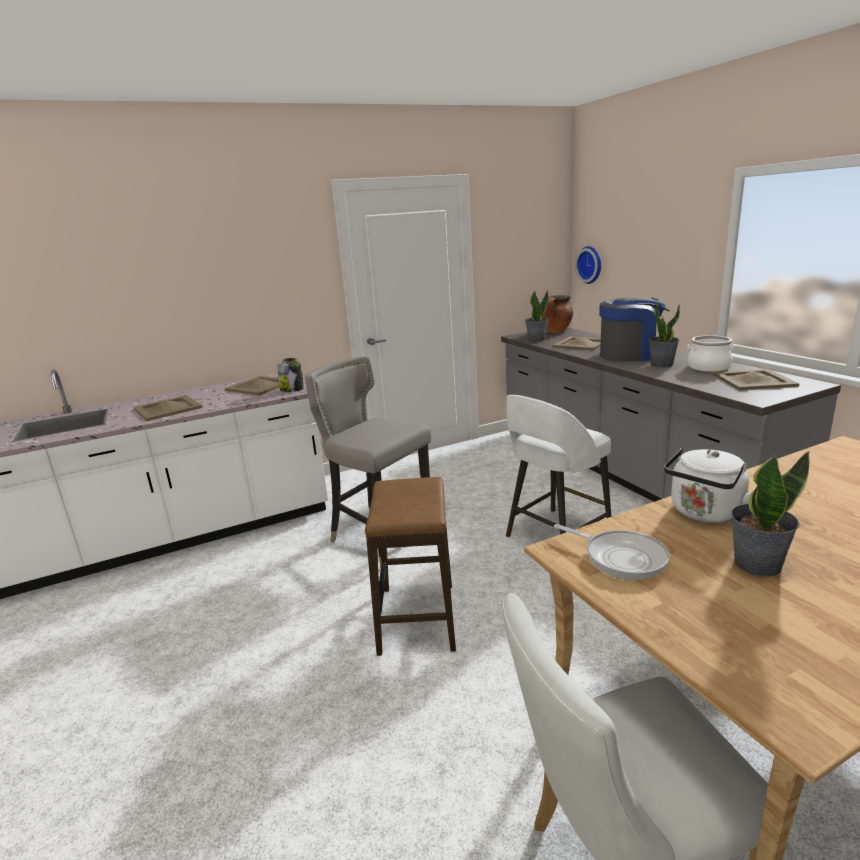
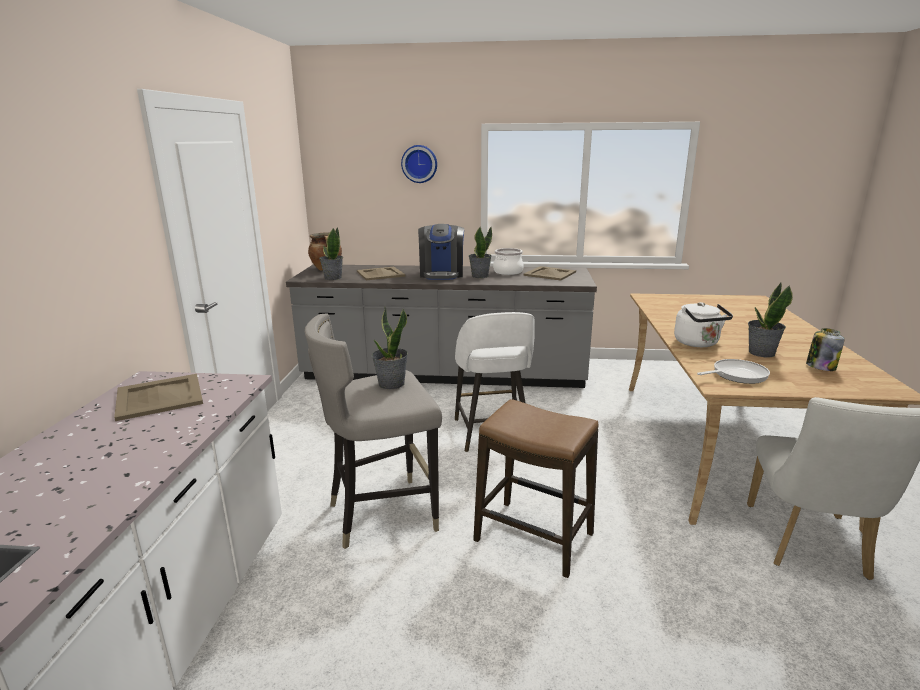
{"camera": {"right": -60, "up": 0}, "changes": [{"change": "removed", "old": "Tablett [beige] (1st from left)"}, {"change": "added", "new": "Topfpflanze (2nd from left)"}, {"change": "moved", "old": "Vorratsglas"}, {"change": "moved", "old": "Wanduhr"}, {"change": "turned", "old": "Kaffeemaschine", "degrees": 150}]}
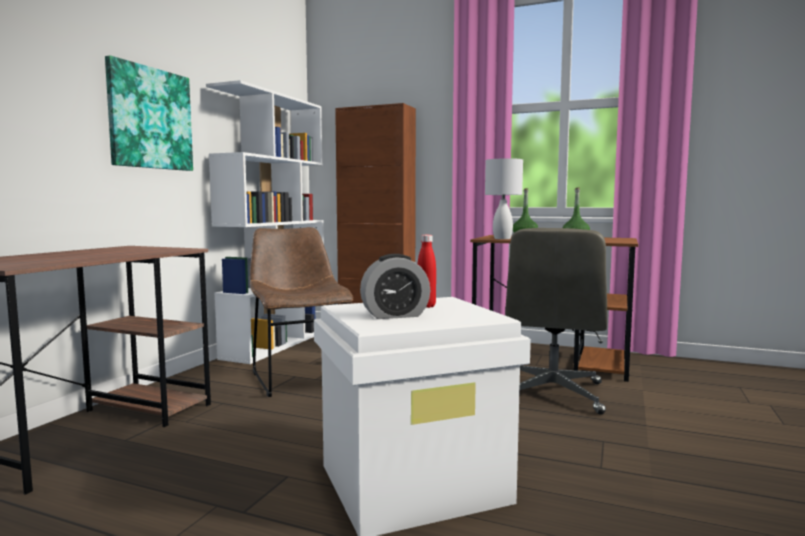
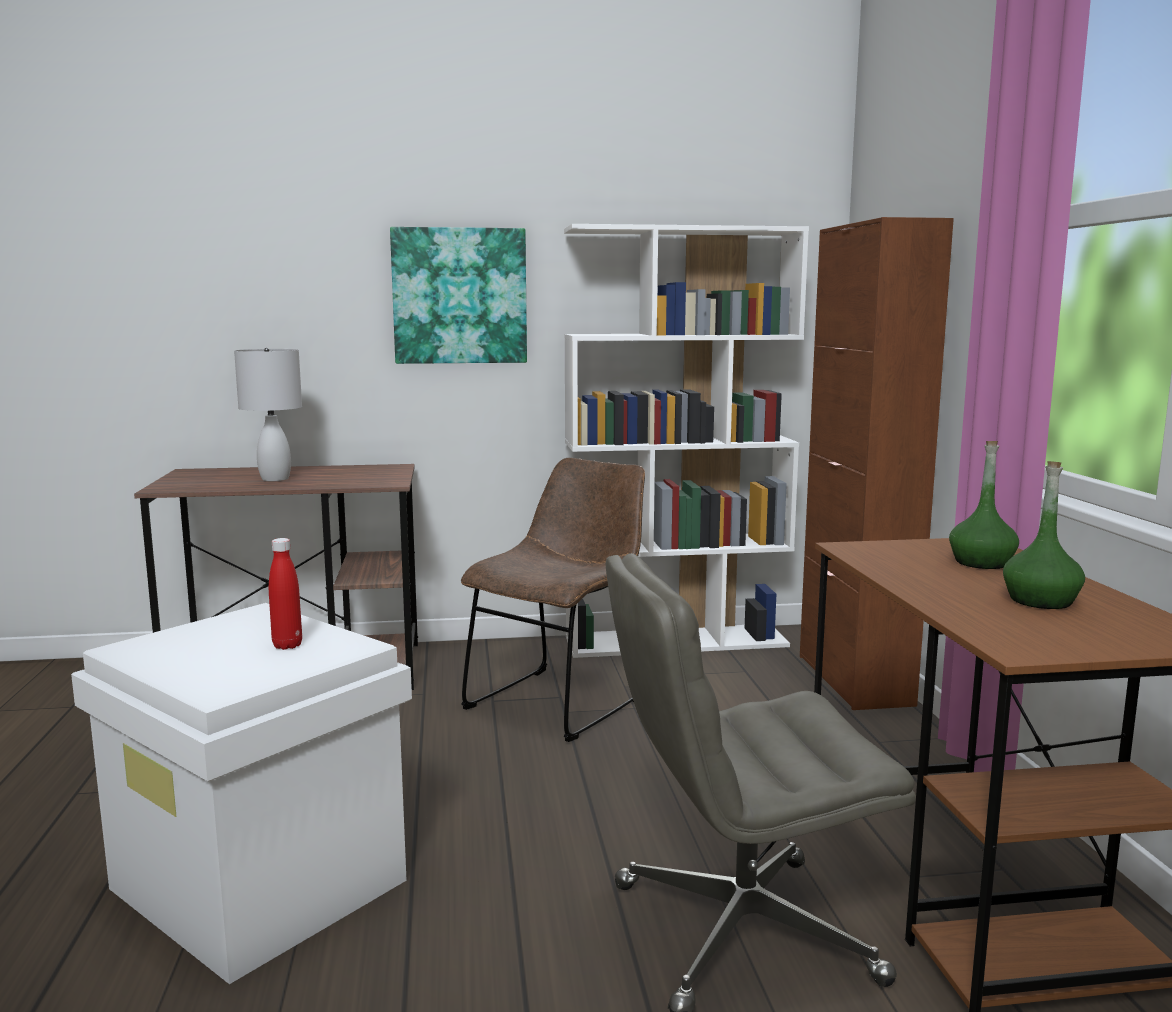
{"camera": {"right": 60, "up": 5}, "changes": [{"change": "removed", "old": "Wecker"}, {"change": "moved", "old": "Tischlampe [weiß]"}]}
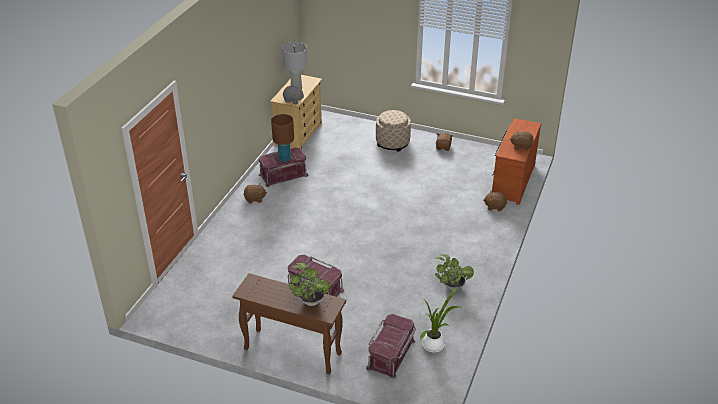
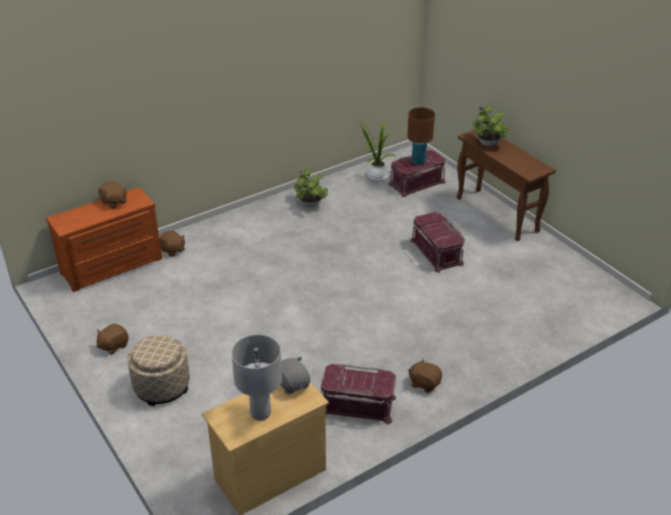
{"camera": {"right": -145, "up": 0}, "changes": [{"change": "moved", "old": "Tischlampe [braun]"}]}
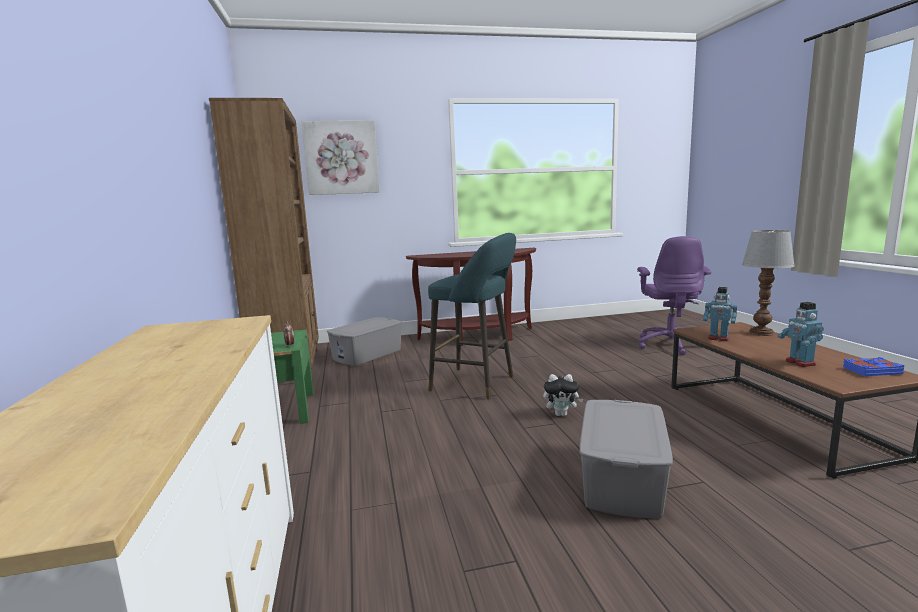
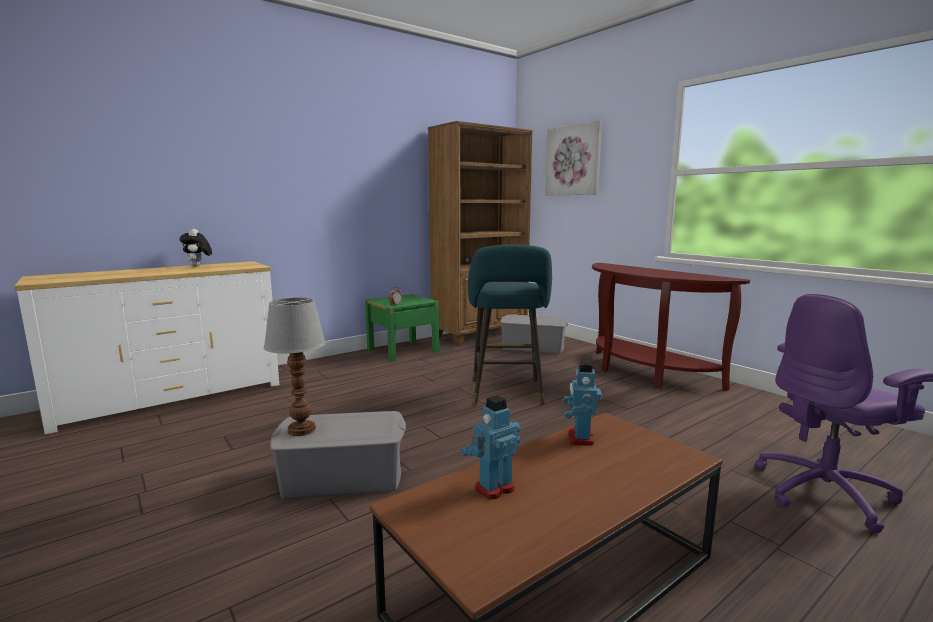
{"camera": {"right": 65, "up": 0}, "changes": [{"change": "removed", "old": "Buch [blau]"}, {"change": "moved", "old": "Plüschtier"}, {"change": "moved", "old": "Tischlampe"}]}
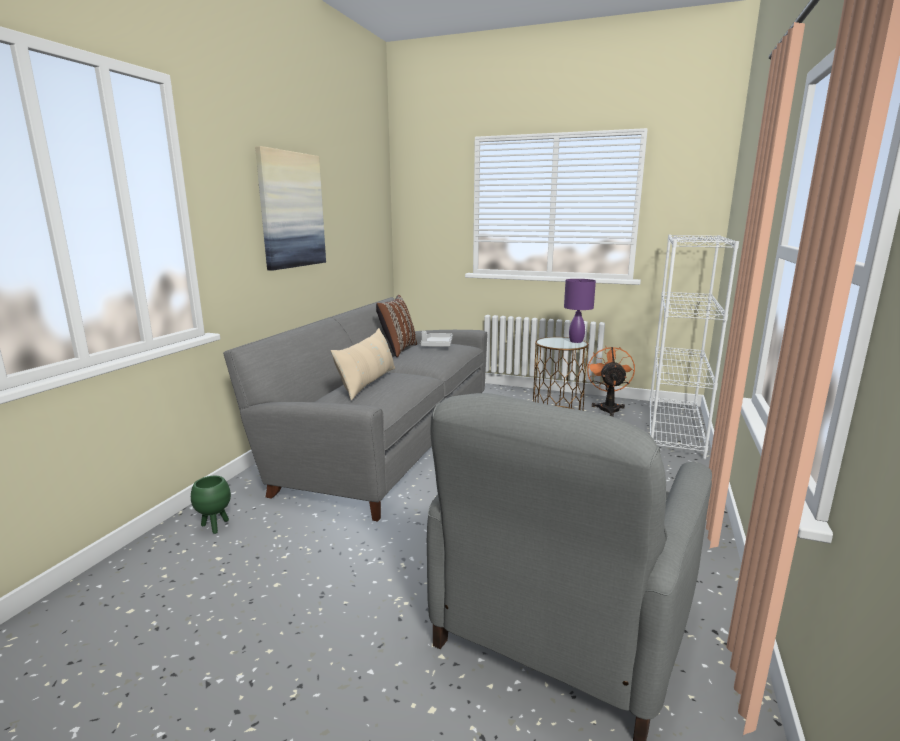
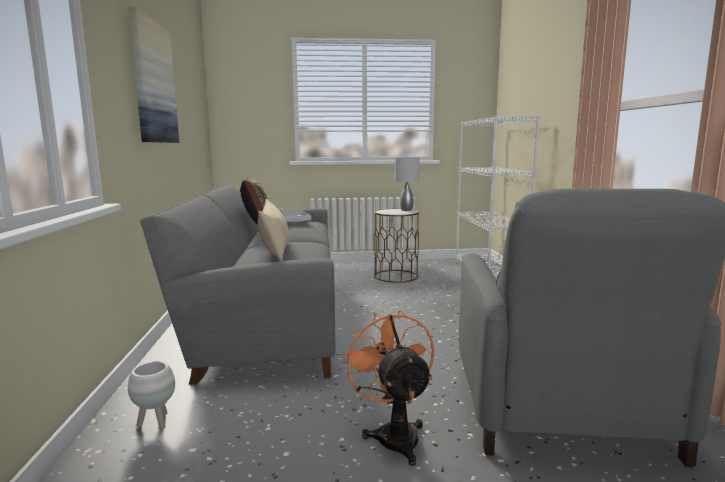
{"camera": {"right": -25, "up": -5}, "changes": [{"change": "moved", "old": "Ventilator [orange]"}, {"change": "recoloured", "old": "Pflanzkübel [grün]", "new": "Pflanzkübel [weiß]"}, {"change": "recoloured", "old": "Tischlampe [lila]", "new": "Tischlampe [grau]"}]}
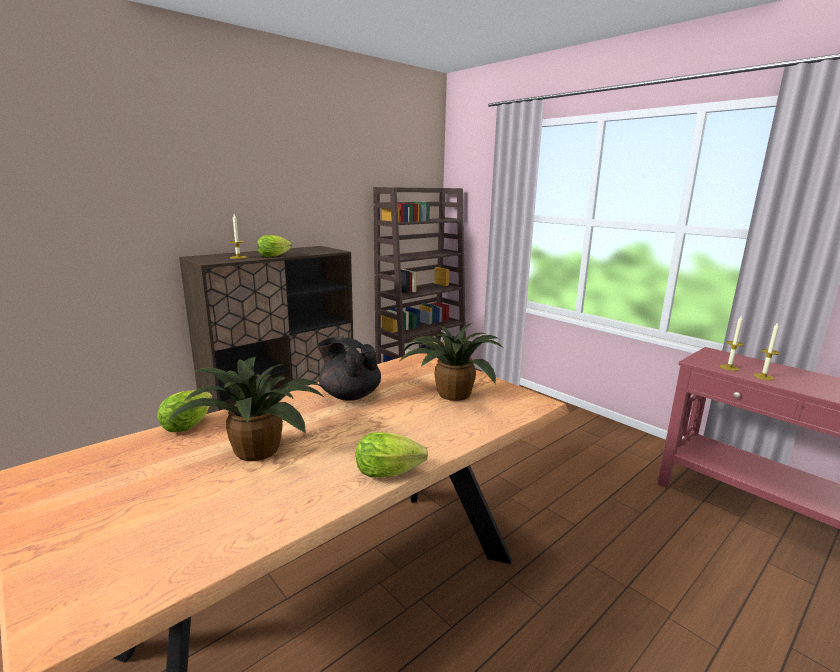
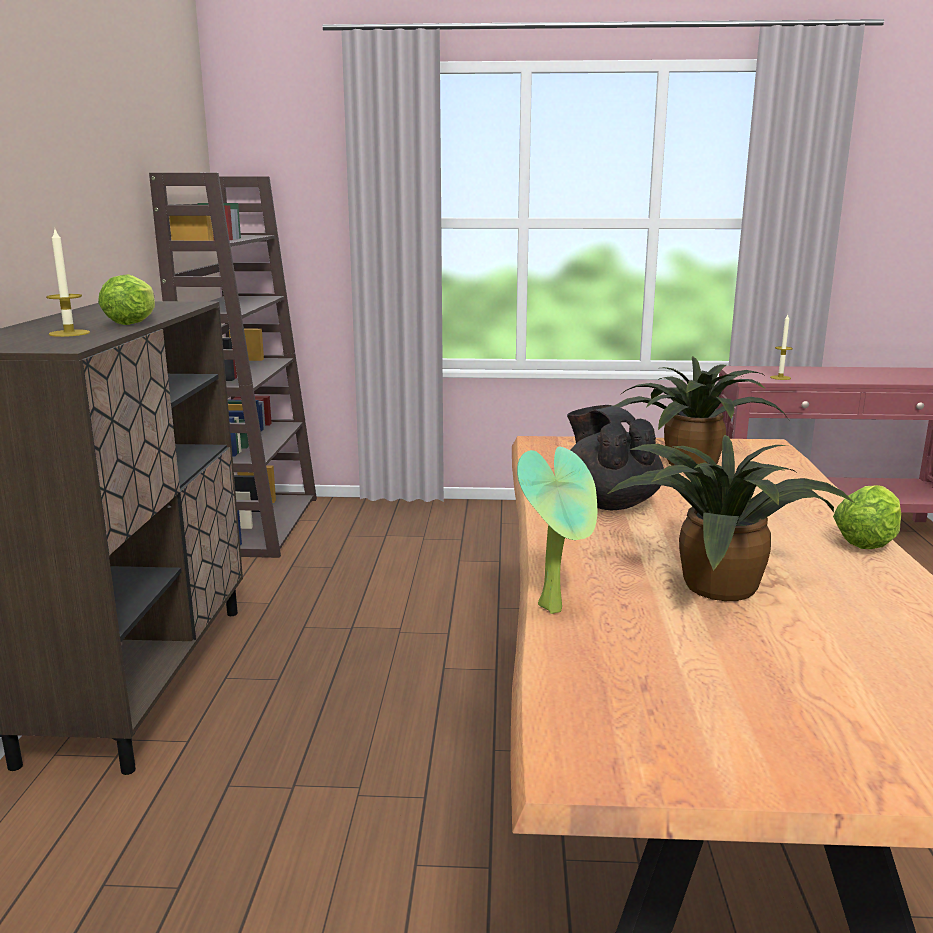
{"camera": {"right": -45, "up": 0}, "changes": [{"change": "removed", "old": "Kerze (3rd from left)"}, {"change": "replaced", "old": "Salatkopf (1st from left)", "new": "Topfpflanze (1st from left)"}, {"change": "turned", "old": "Teekanne [schwarz]", "degrees": 75}]}
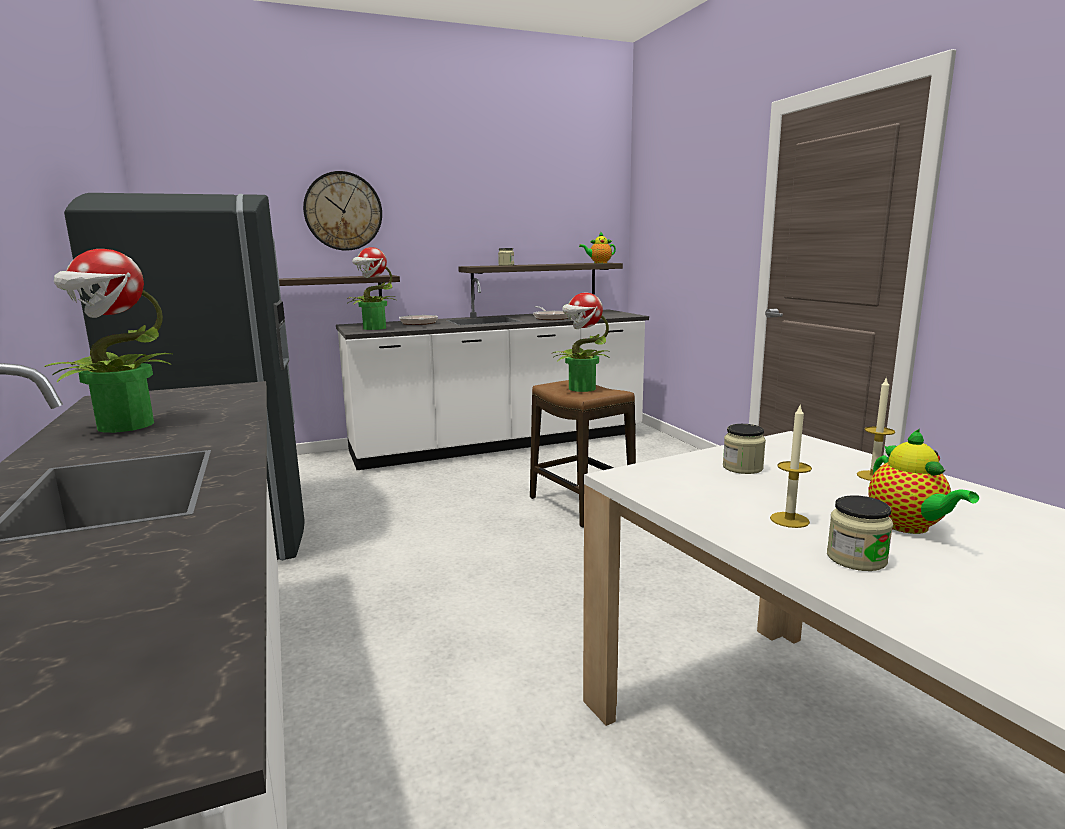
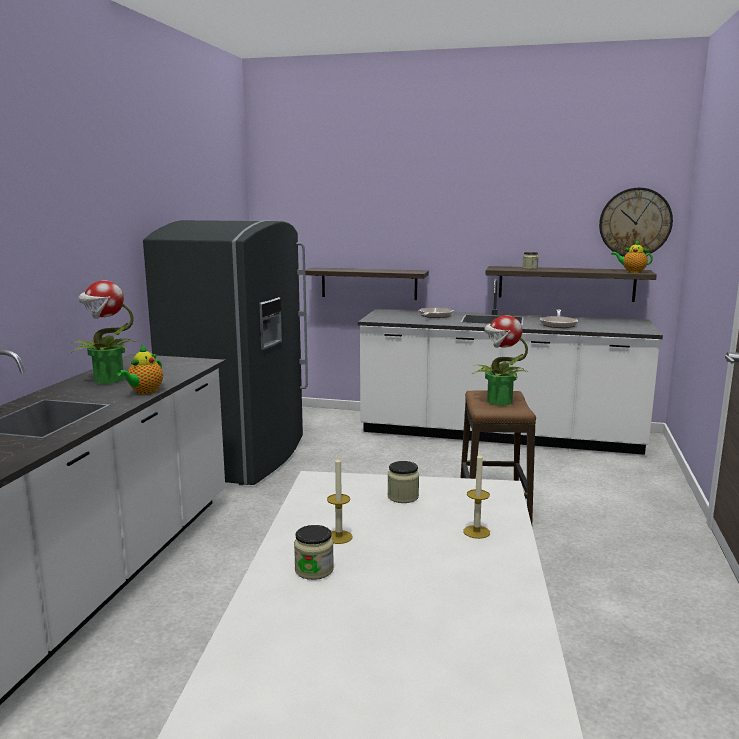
{"camera": {"right": 35, "up": 0}, "changes": [{"change": "removed", "old": "Topfpflanze (2nd from left)"}, {"change": "moved", "old": "Wanduhr"}, {"change": "moved", "old": "Teekanne (2nd from left in the first image)", "new": "Teekanne (1st from left)"}]}
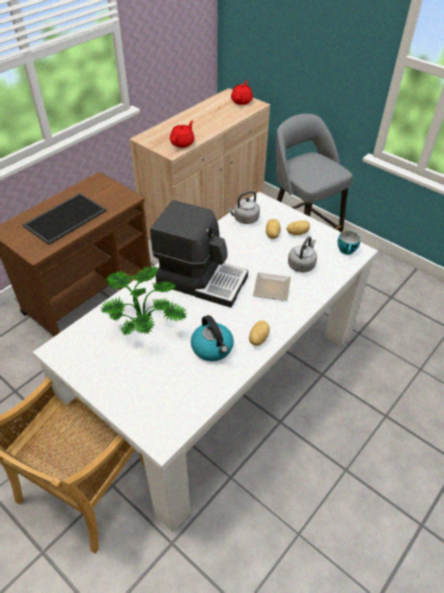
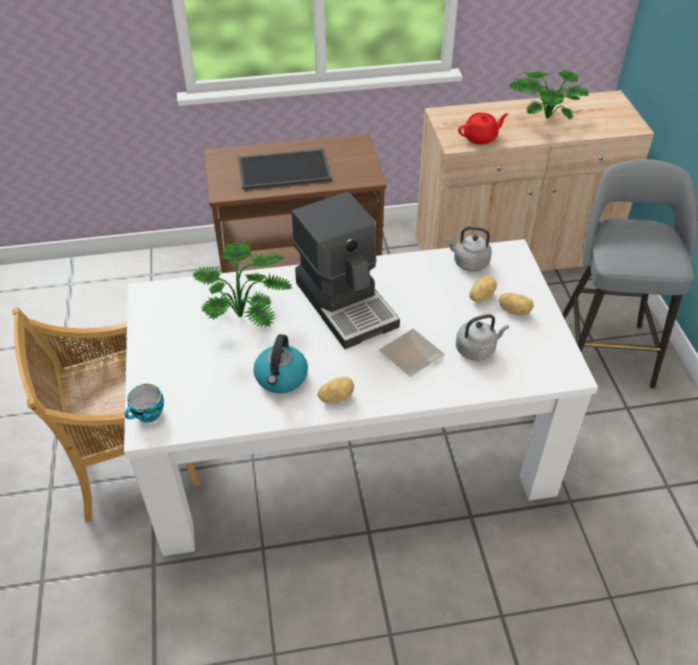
{"camera": {"right": 40, "up": 0}, "changes": [{"change": "removed", "old": "Teekanne [rot] (2nd from left)"}, {"change": "added", "new": "Topfpflanze (2nd from left)"}, {"change": "moved", "old": "Tasse"}]}
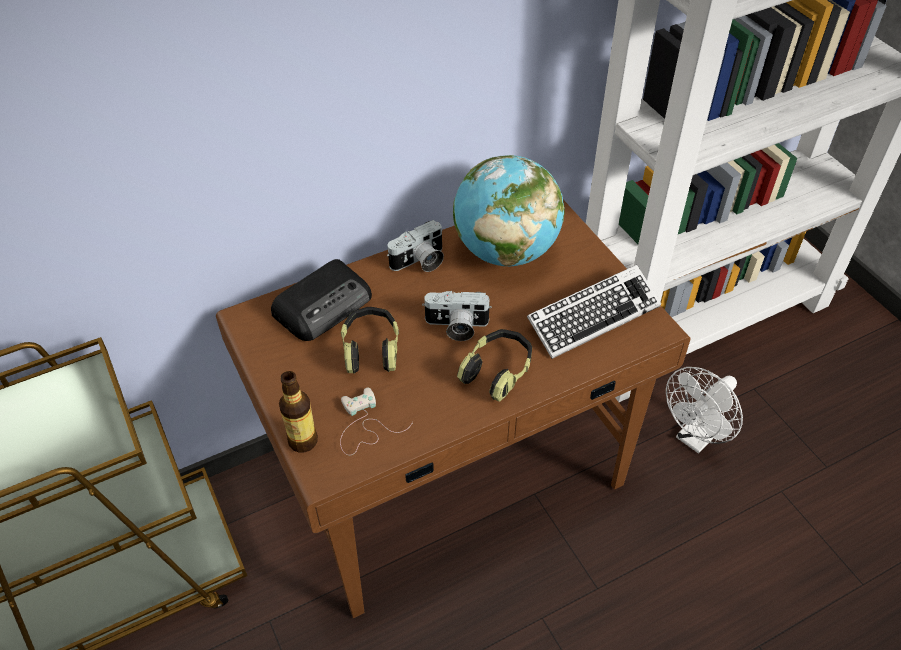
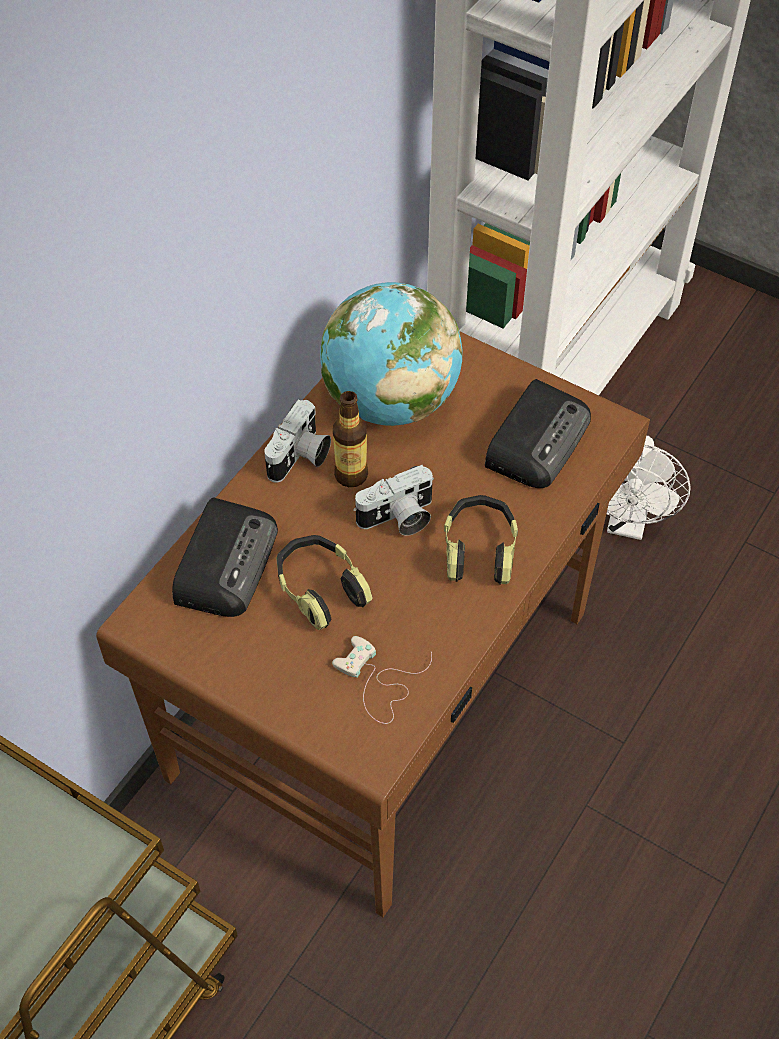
{"camera": {"right": -30, "up": 5}, "changes": [{"change": "moved", "old": "Flasche"}, {"change": "replaced", "old": "Tastatur", "new": "Radio (2nd from left)"}]}
